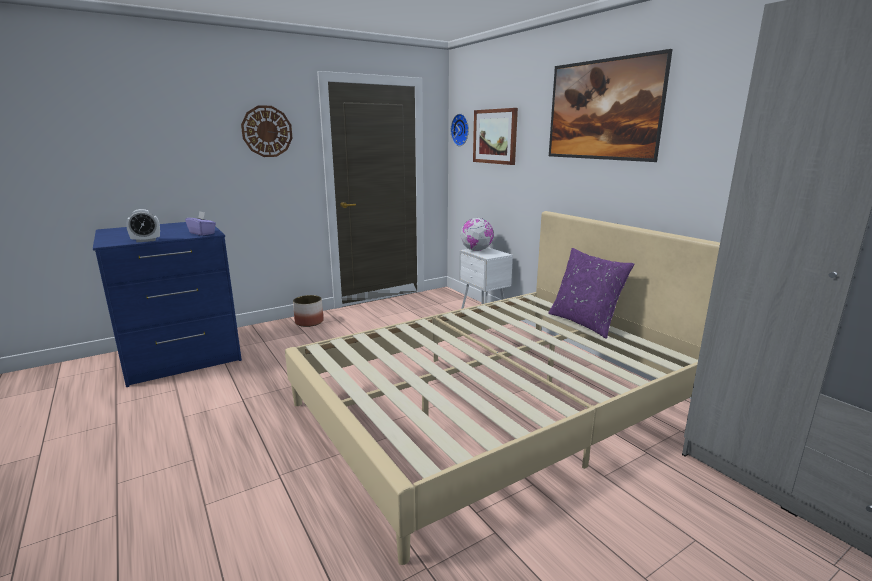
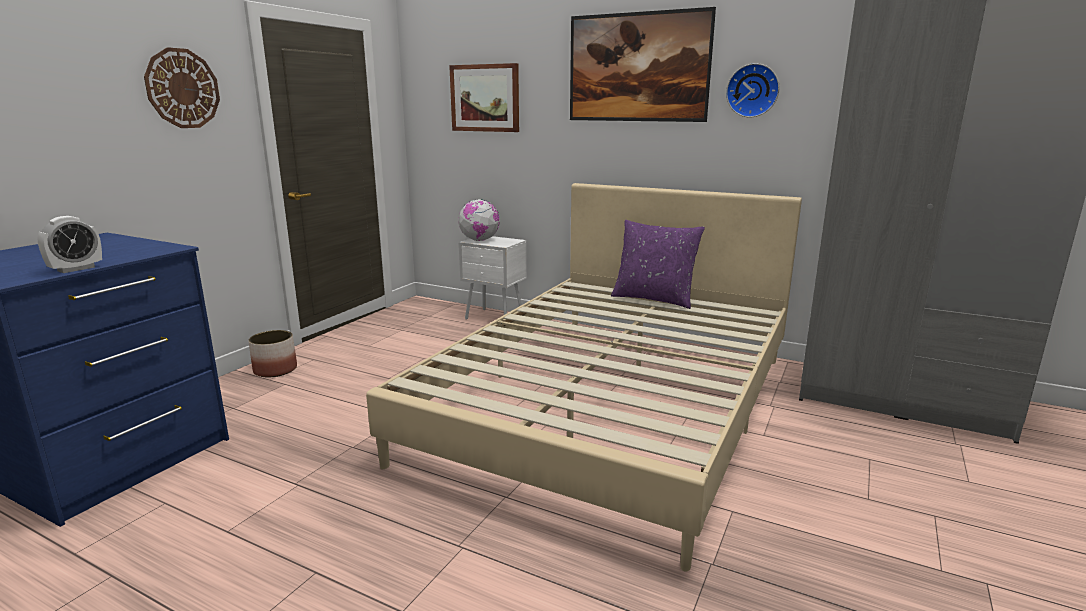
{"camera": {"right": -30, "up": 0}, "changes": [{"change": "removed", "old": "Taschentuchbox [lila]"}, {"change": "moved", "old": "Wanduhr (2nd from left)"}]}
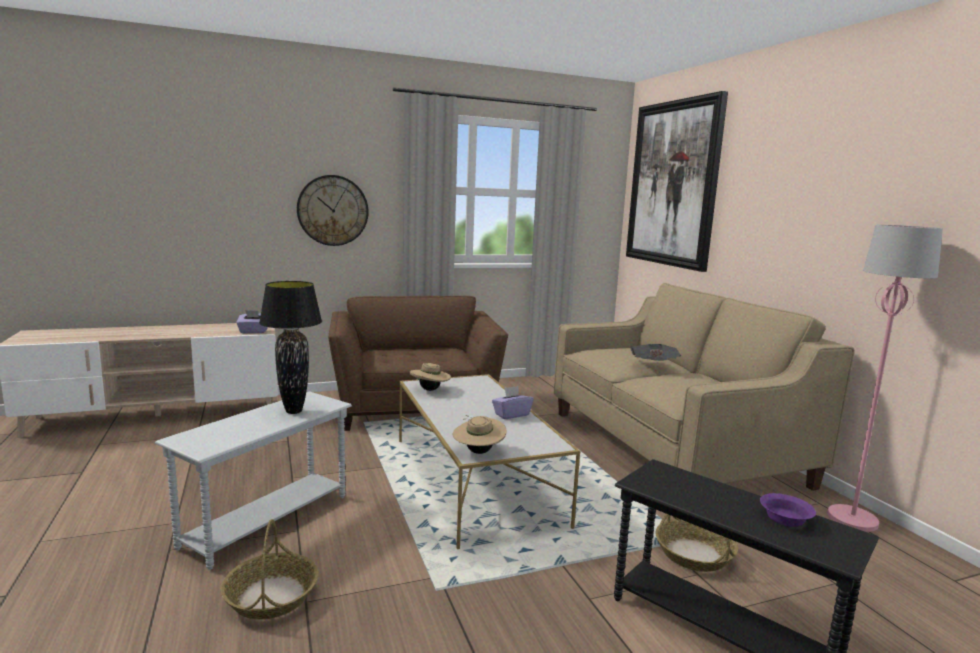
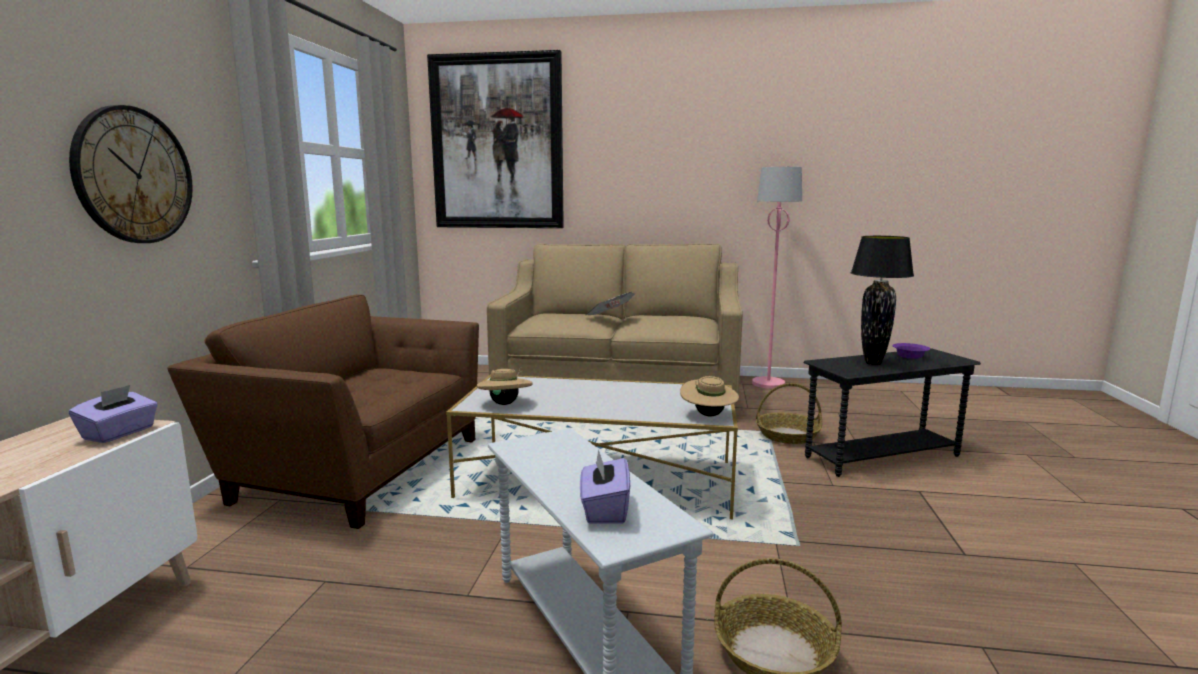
{"camera": {"right": -60, "up": 0}, "changes": [{"change": "moved", "old": "Tischlampe [schwarz]"}, {"change": "moved", "old": "Taschentuchbox [lila] (2nd from left)"}]}
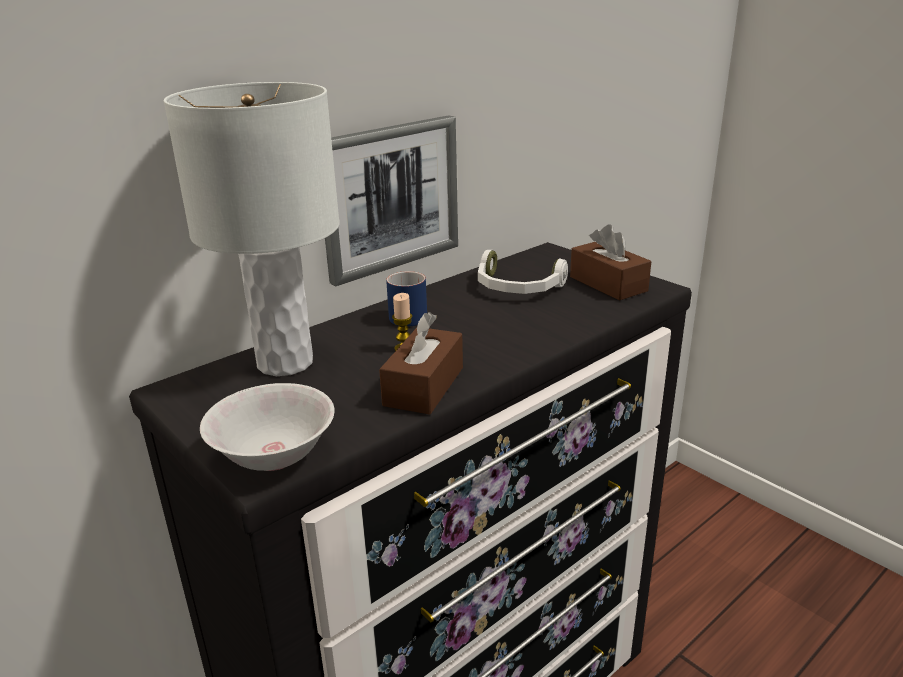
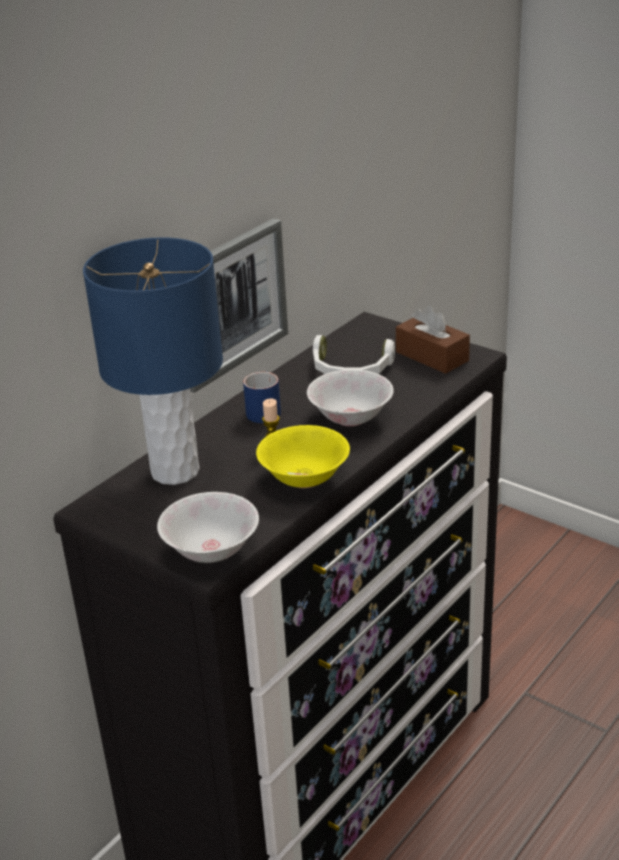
{"camera": {"right": -10, "up": 5}, "changes": [{"change": "added", "new": "Schüssel [weiß] (2nd from left)"}, {"change": "replaced", "old": "Taschentuchbox [braun] (1st from left)", "new": "Schüssel [gelb]"}, {"change": "recoloured", "old": "Tischlampe [weiß]", "new": "Tischlampe [blau]"}]}
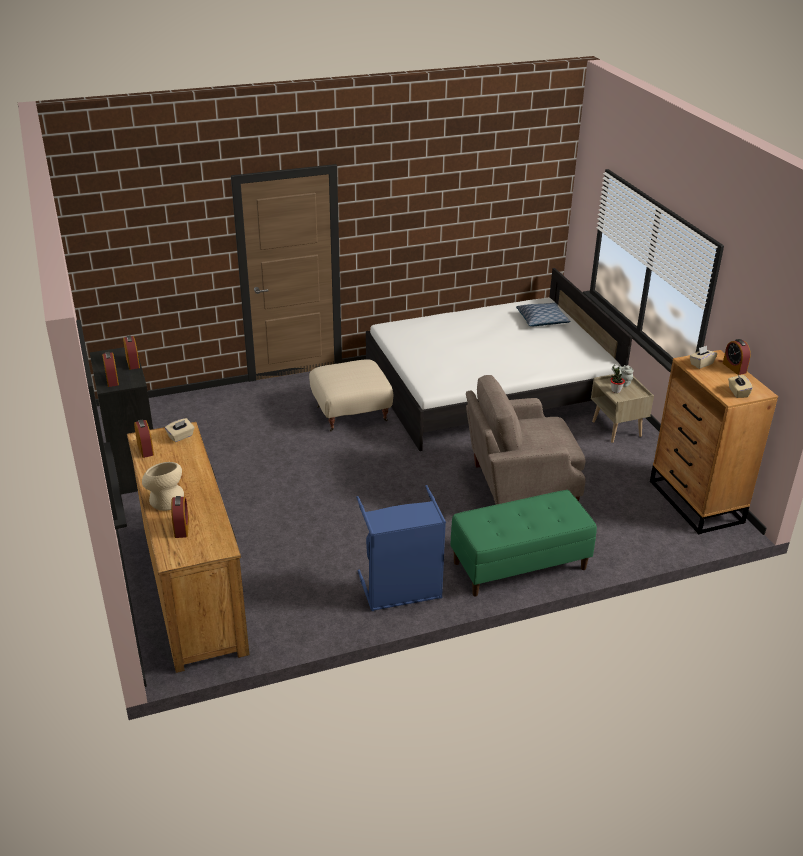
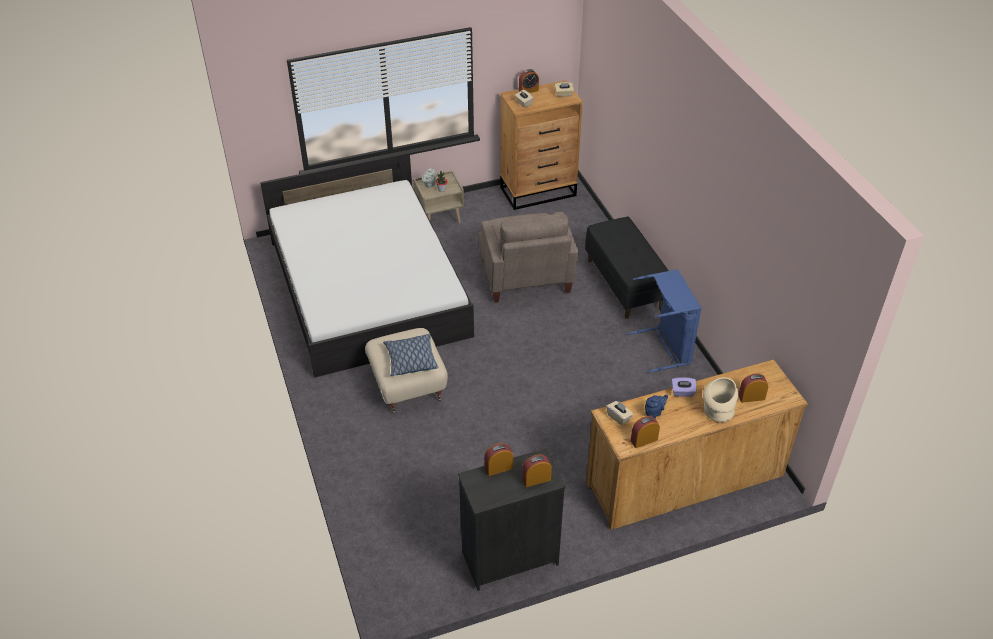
{"camera": {"right": -90, "up": 10}, "changes": [{"change": "added", "new": "Teekanne [blau]"}, {"change": "added", "new": "Taschentuchbox [lila]"}, {"change": "moved", "old": "Kissen"}, {"change": "recoloured", "old": "Bank [grün]", "new": "Bank [schwarz]"}]}
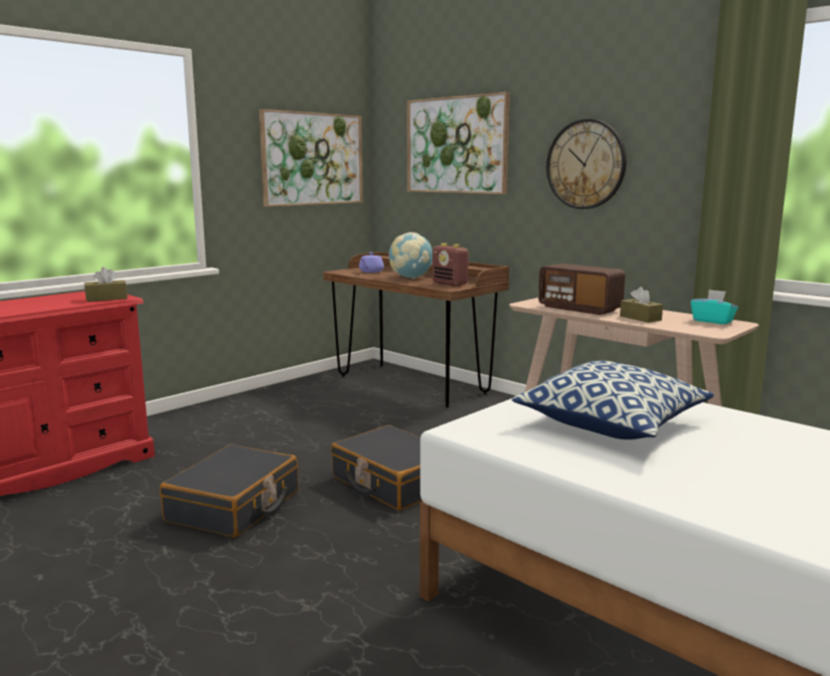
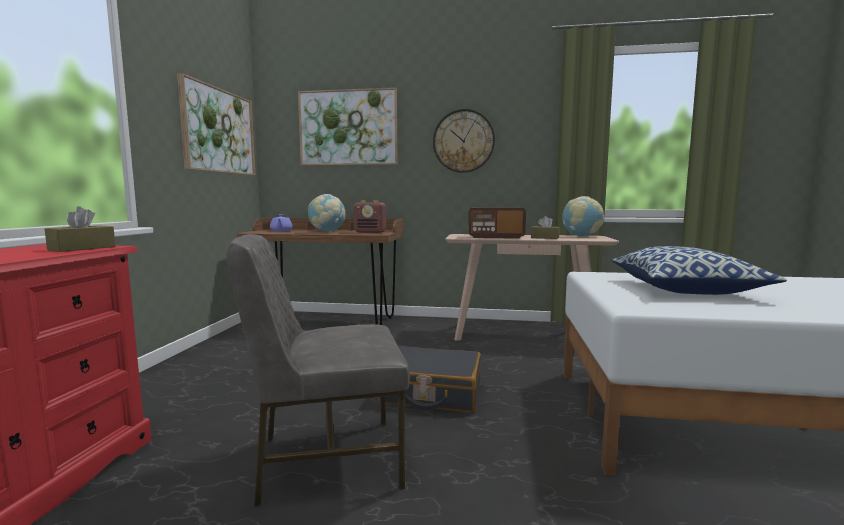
{"camera": {"right": -35, "up": -5}, "changes": [{"change": "replaced", "old": "Koffer [schwarz] (1st from left)", "new": "Stuhl [grau]"}, {"change": "replaced", "old": "Taschentuchbox [türkis]", "new": "Globus (2nd from left)"}]}
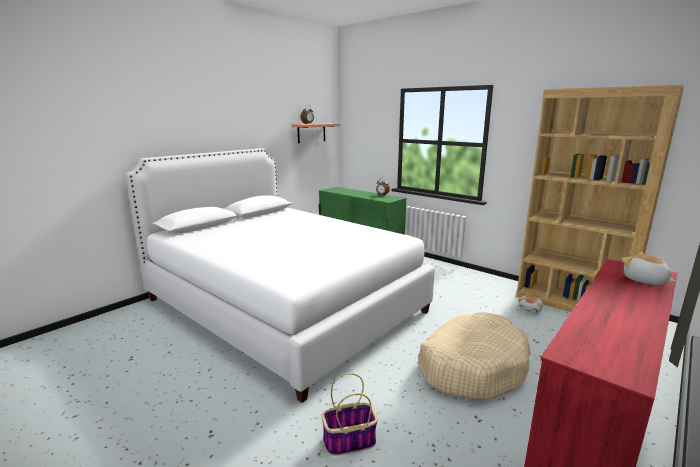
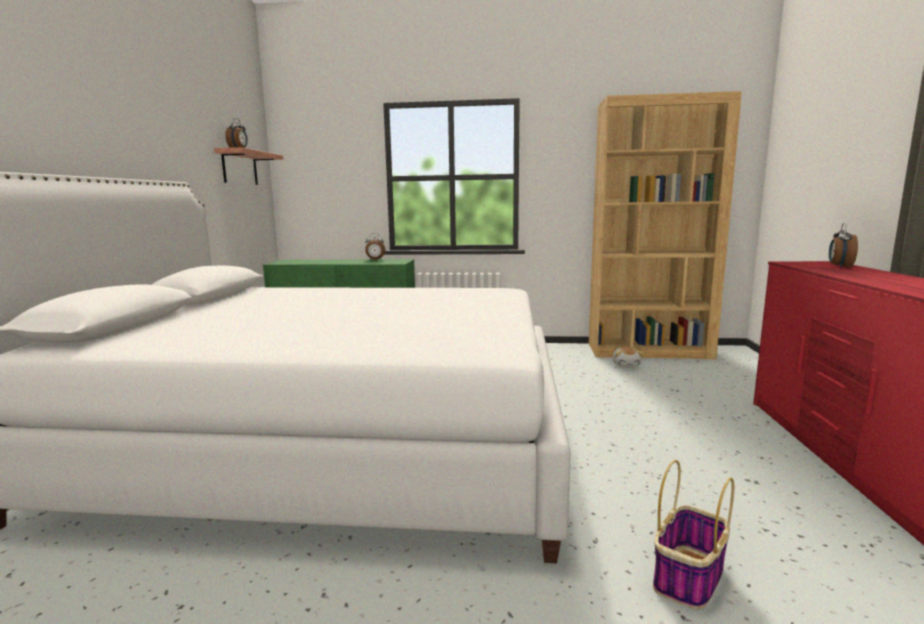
{"camera": {"right": -35, "up": -5}, "changes": [{"change": "removed", "old": "Hundebett [beige]"}, {"change": "replaced", "old": "Plüschtier (2nd from left)", "new": "Wecker (3rd from left)"}]}
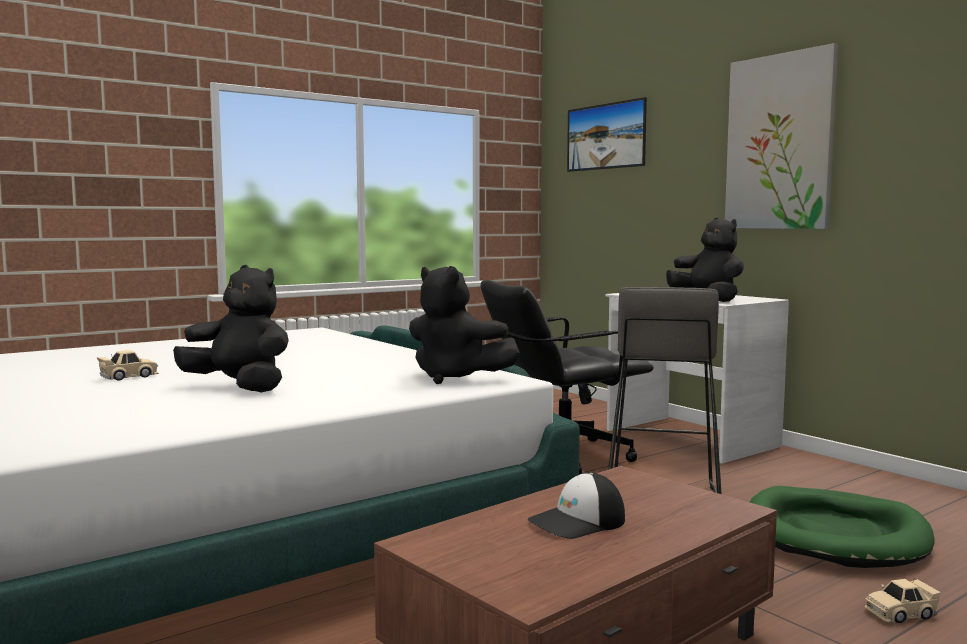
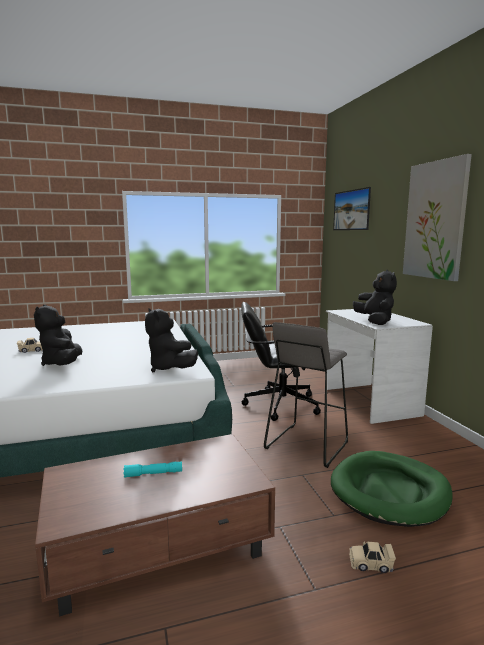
{"camera": {"right": 20, "up": 5}, "changes": [{"change": "replaced", "old": "Kappe", "new": "Taschenlampe [türkis]"}, {"change": "turned", "old": "Plüschtier [schwarz] (1st from left)", "degrees": -150}]}
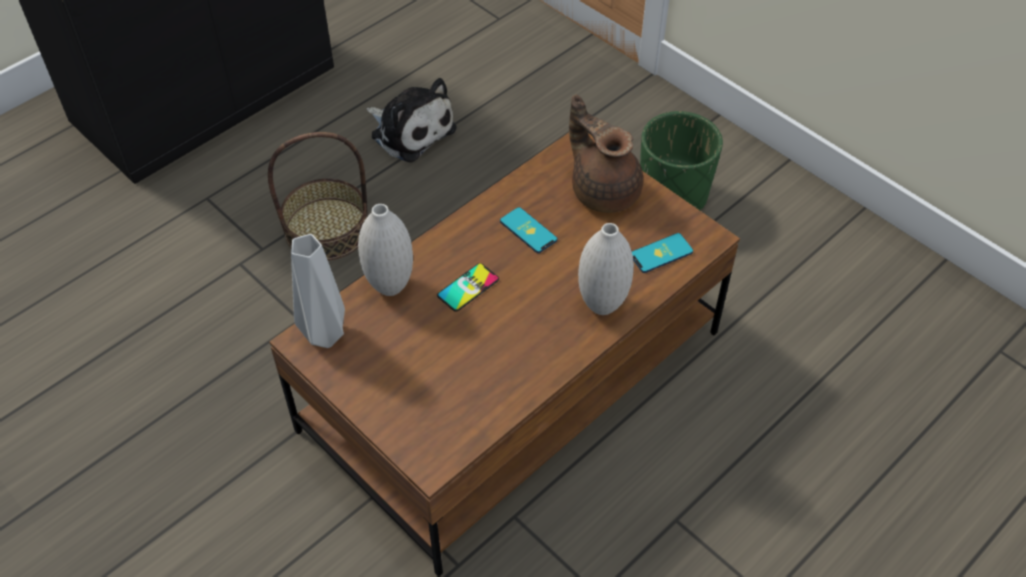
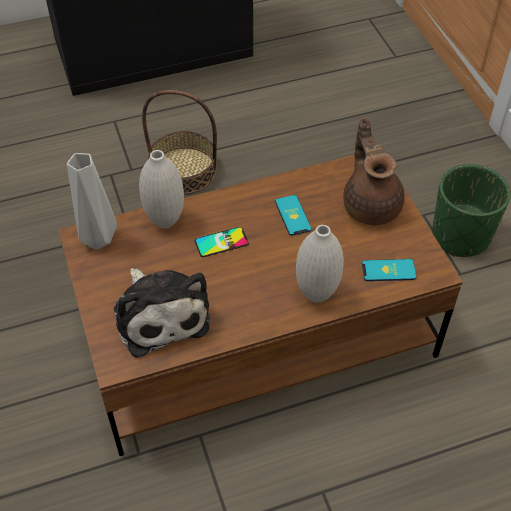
{"camera": {"right": 25, "up": 0}, "changes": [{"change": "moved", "old": "Plüschtier"}]}
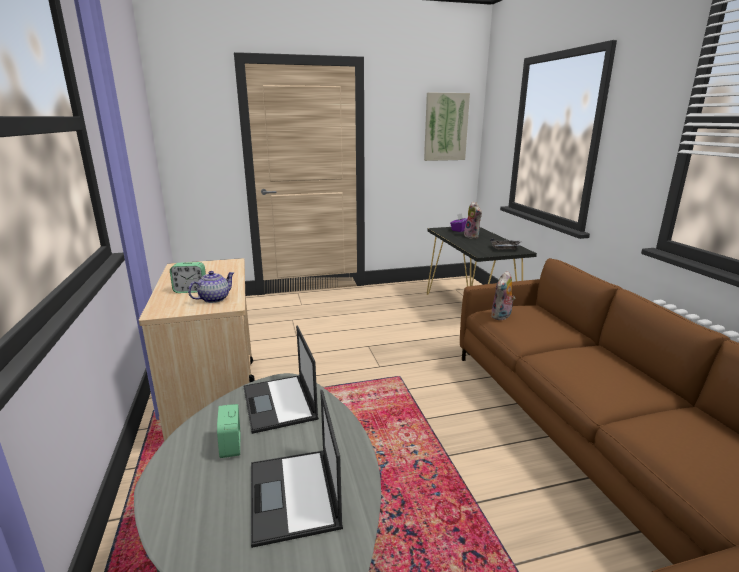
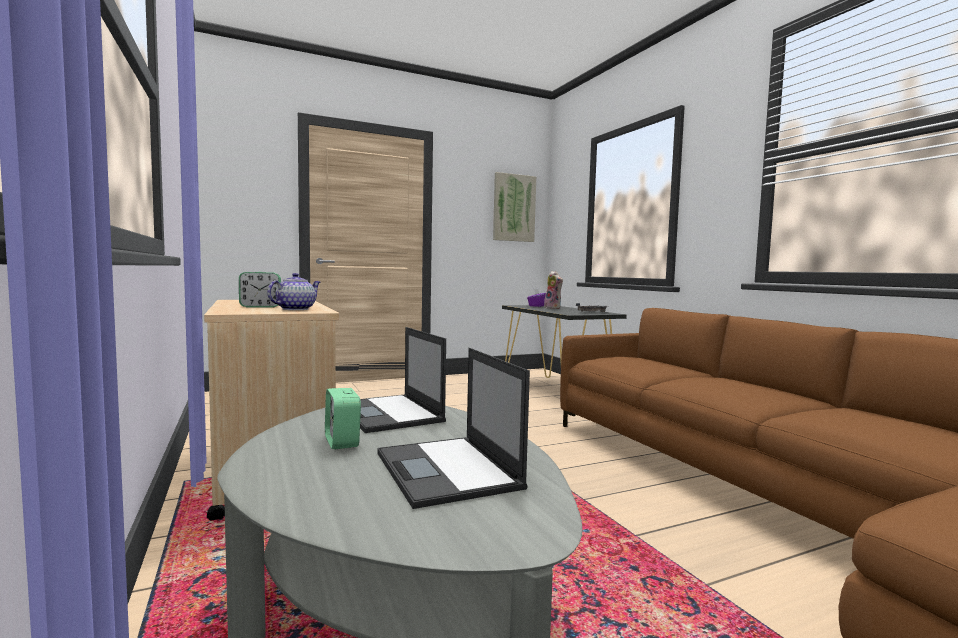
{"camera": {"right": -10, "up": -15}, "changes": [{"change": "removed", "old": "Plüschtier (2nd from left)"}]}
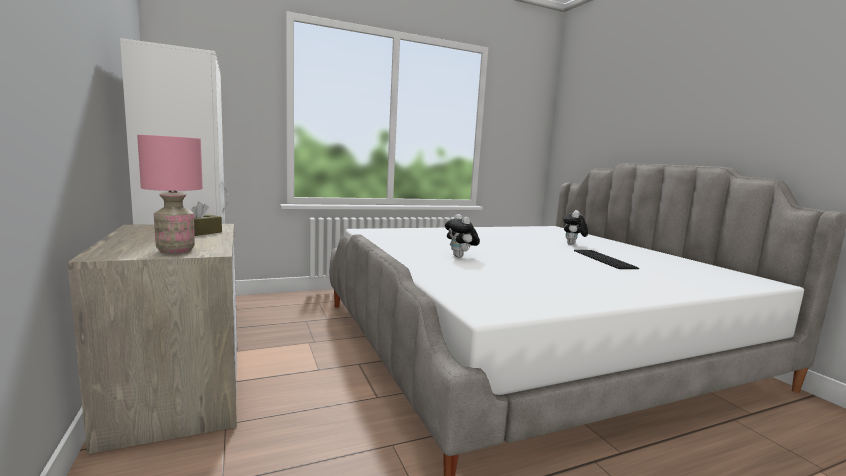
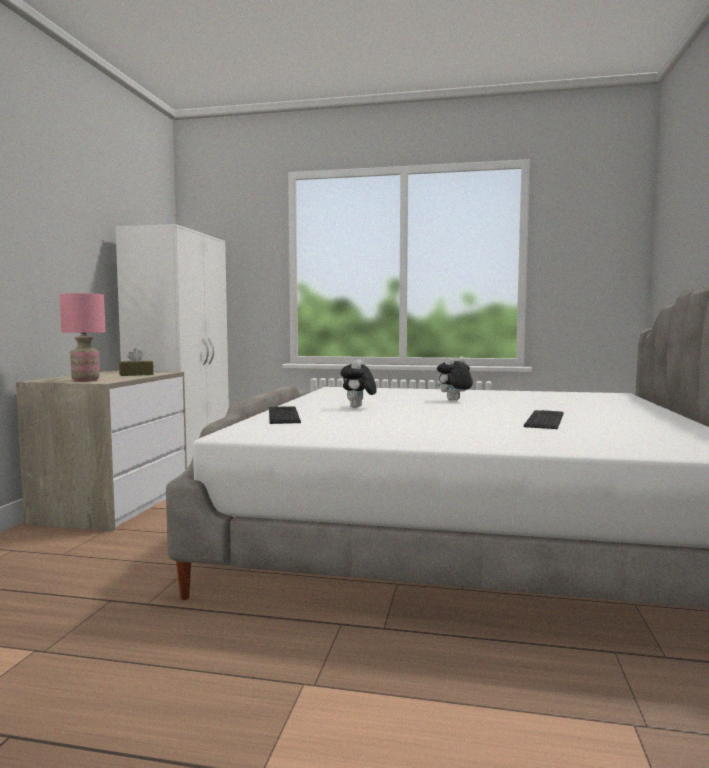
{"camera": {"right": 35, "up": -5}, "changes": [{"change": "added", "new": "Tastatur (1st from left)"}, {"change": "moved", "old": "Plüschtier (2nd from left)"}]}
